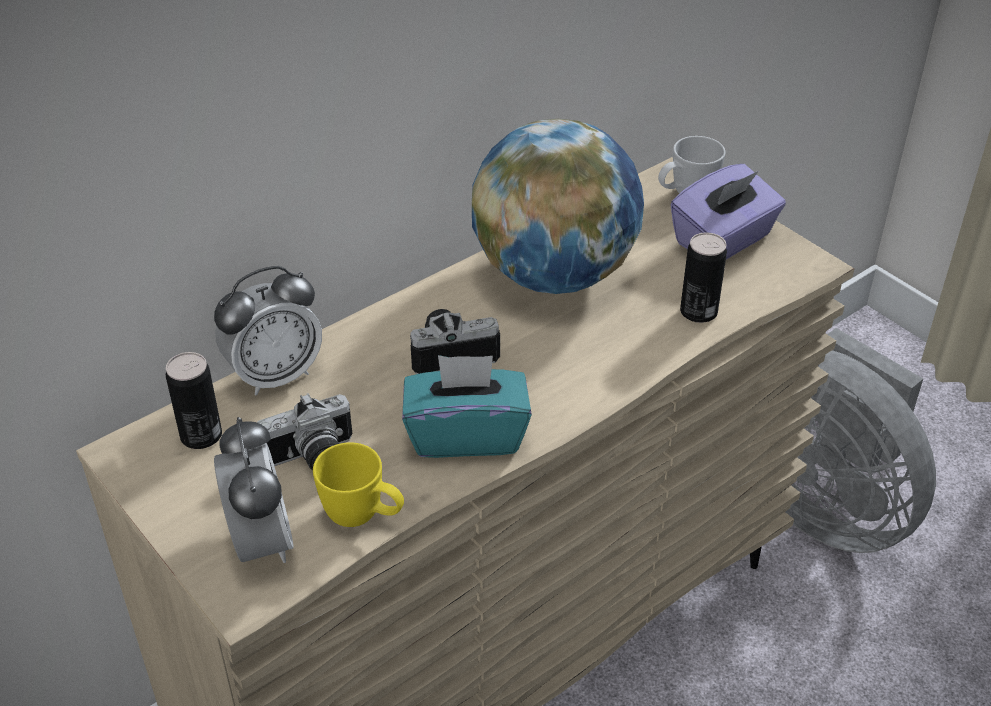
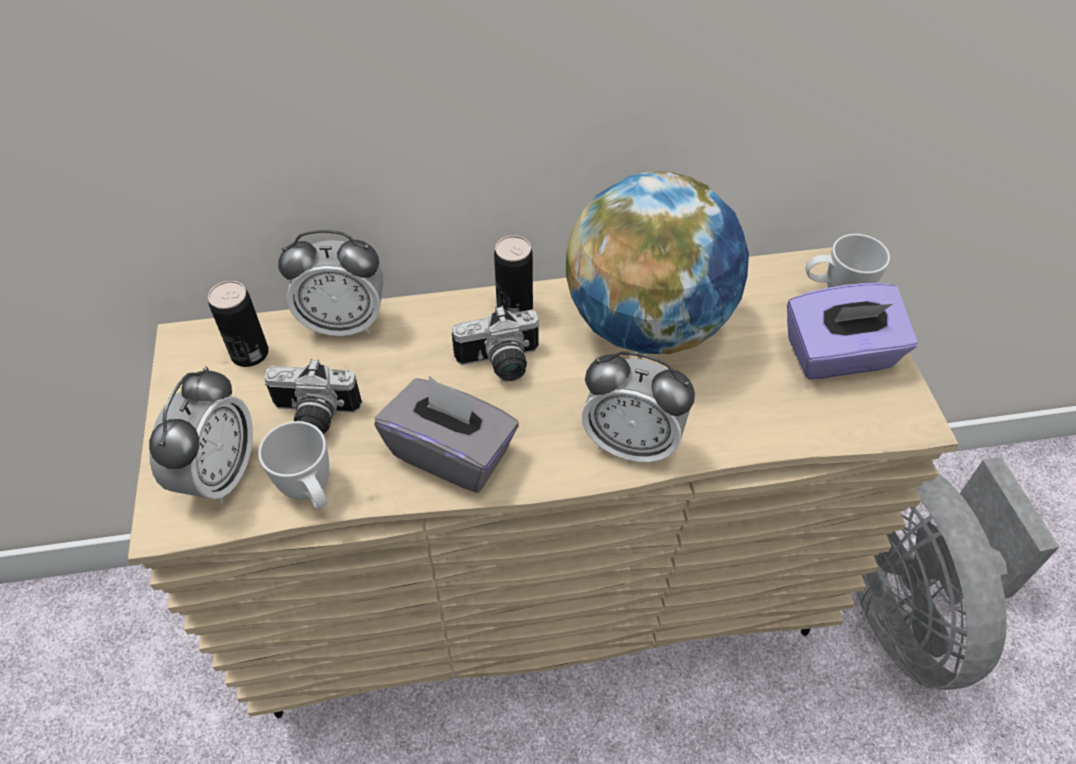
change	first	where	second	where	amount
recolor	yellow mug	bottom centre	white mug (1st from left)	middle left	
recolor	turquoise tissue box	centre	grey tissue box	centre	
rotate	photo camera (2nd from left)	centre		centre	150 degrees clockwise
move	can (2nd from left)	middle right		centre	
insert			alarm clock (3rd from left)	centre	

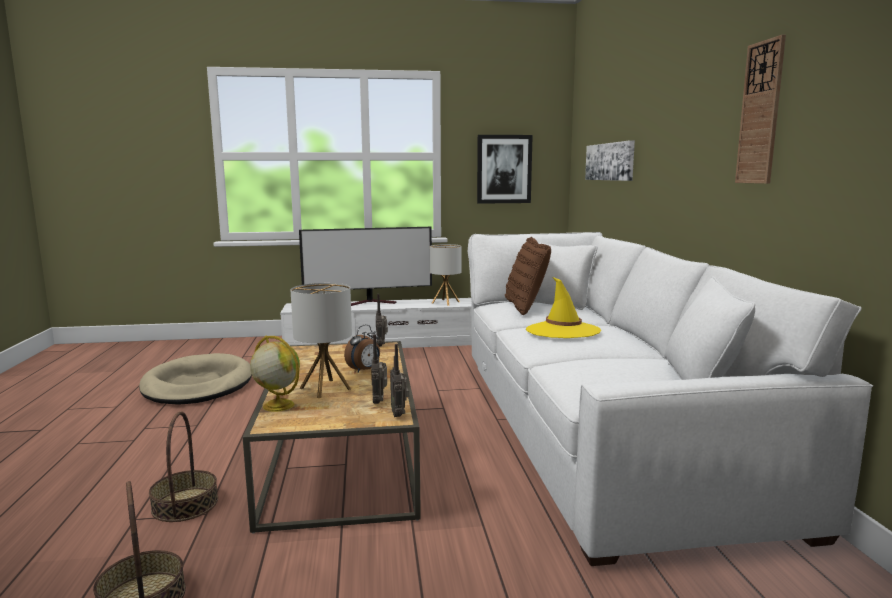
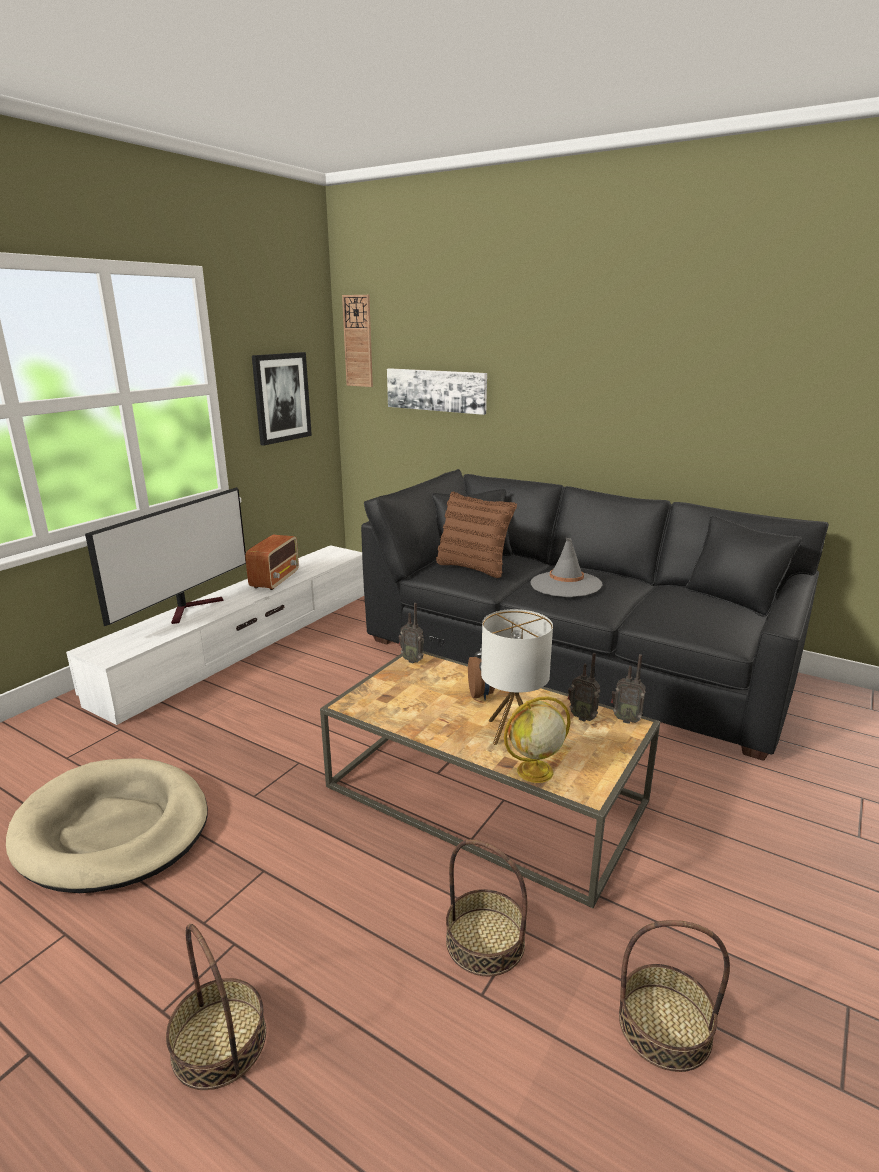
change	first	where	second	where	amount
insert			basket (1st from left)	bottom left	
replace	table lamp (2nd from left)	centre	radio (1st from left)	middle left	
move	wall clock	top right		top centre	
recolor	white sofa	bottom right	black sofa	middle right	
recolor	yellow hat	centre	grey hat	centre	

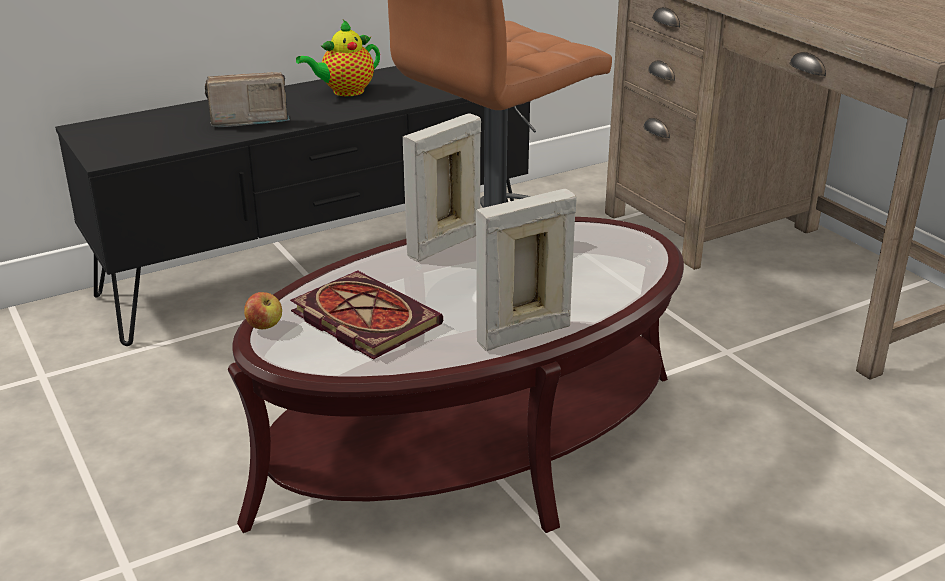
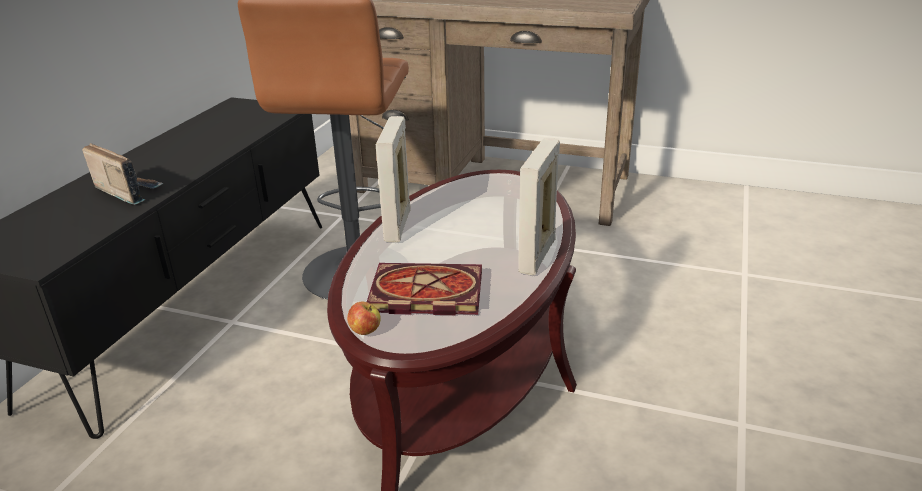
change	first	where	second	where	amount
rotate	radio	top left		middle left	90 degrees clockwise
delete	teapot	top centre			

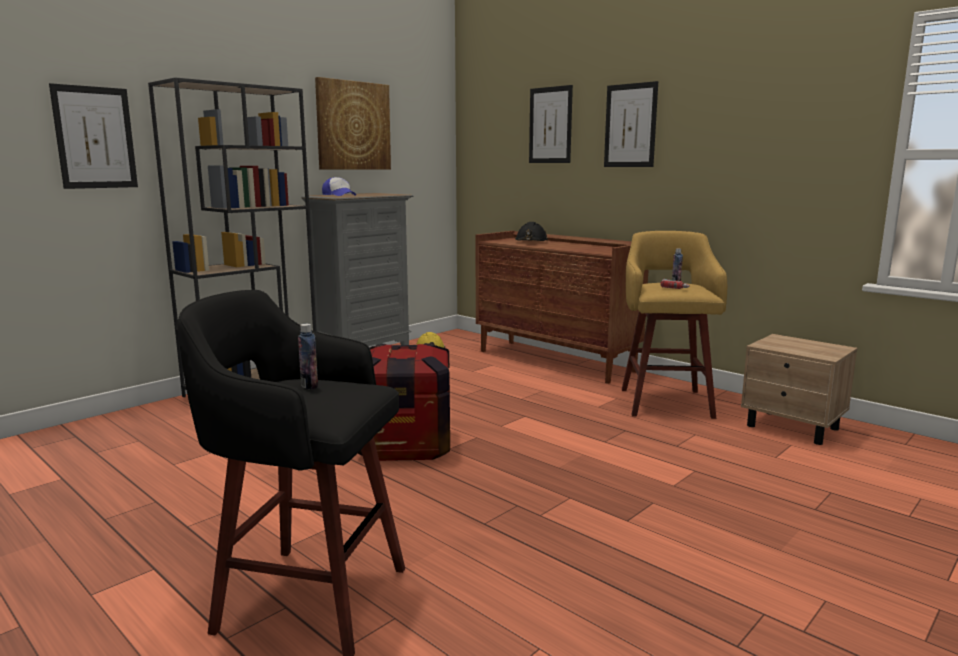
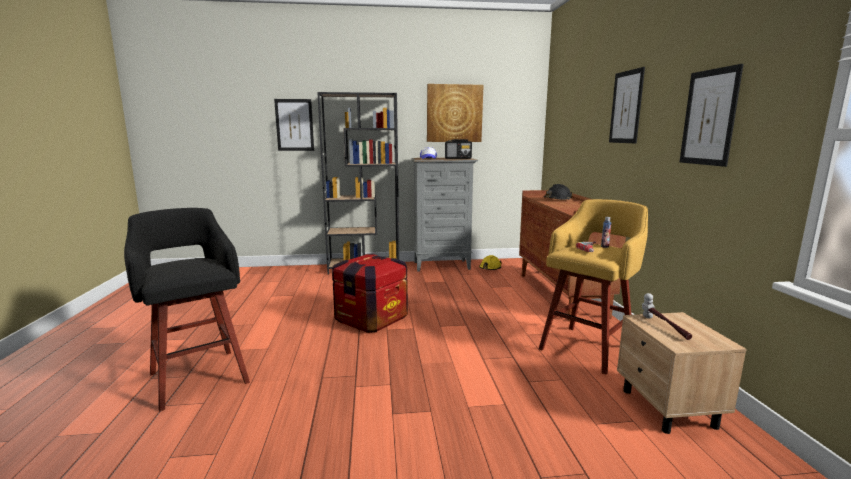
change	first	where	second	where	amount
insert			radio	top centre	
insert			hammer	middle right	
move	picture (3rd from left in the first image)	top centre	picture (4th from left)	top right	
delete	bottle (1st from left)	middle left			

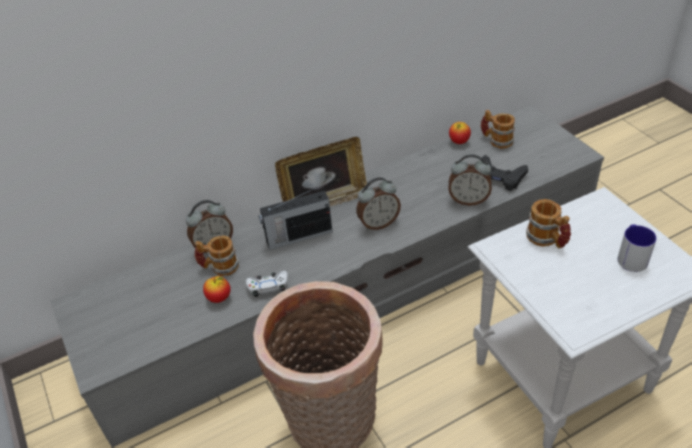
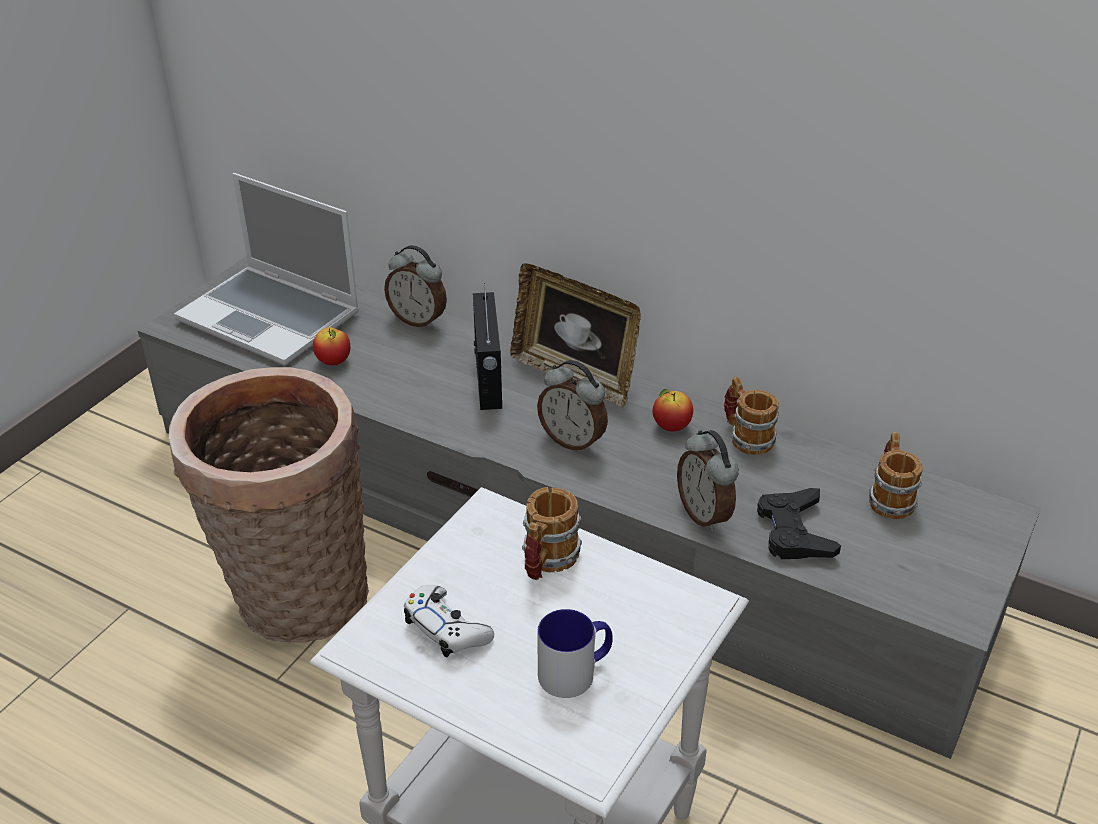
change	first	where	second	where	amount
insert			laptop	top left	
move	white game controller	centre		bottom centre	
rotate	radio	centre		centre	135 degrees counterclockwise
move	apple (2nd from left)	top centre		centre	
move	mug (1st from left in the first image)	middle left	mug (3rd from left)	middle right	

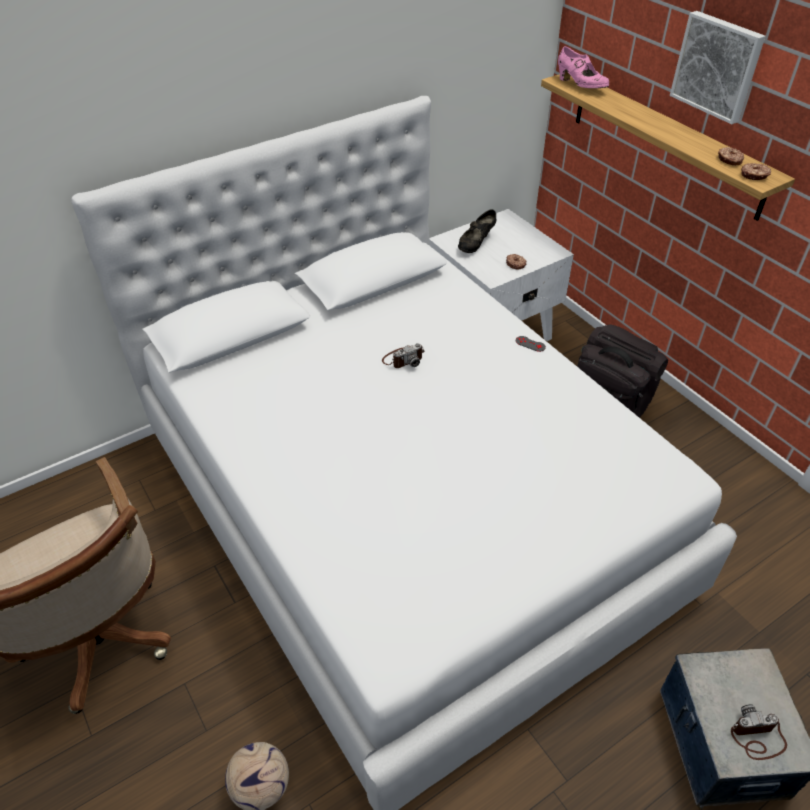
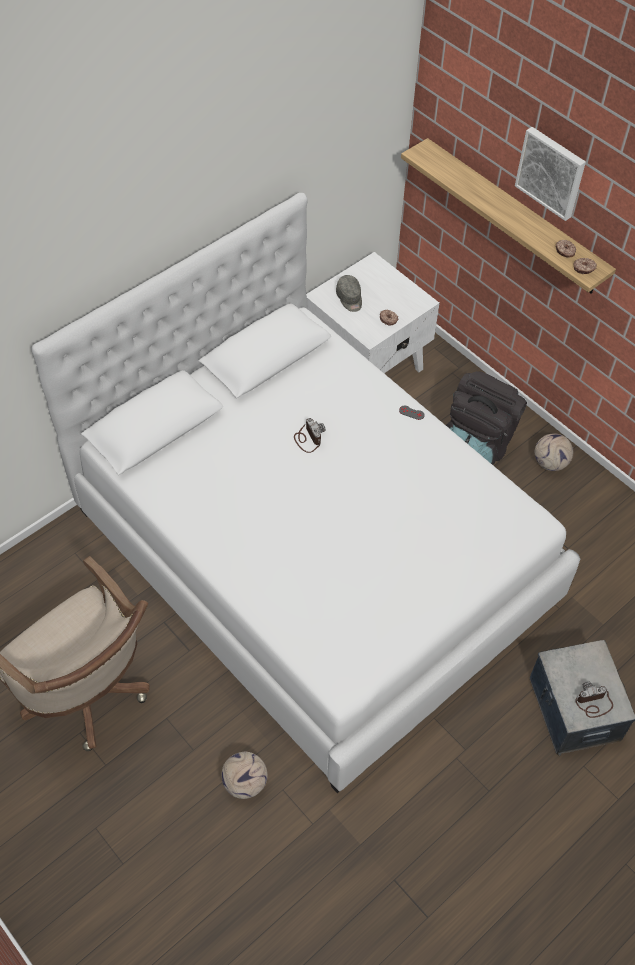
change	first	where	second	where	amount
rotate	photo camera (1st from left)	centre		centre	75 degrees counterclockwise
replace	black shoe	top centre	grey cap	top centre	
insert			football (2nd from left)	middle right	
delete	pink shoe	top right			

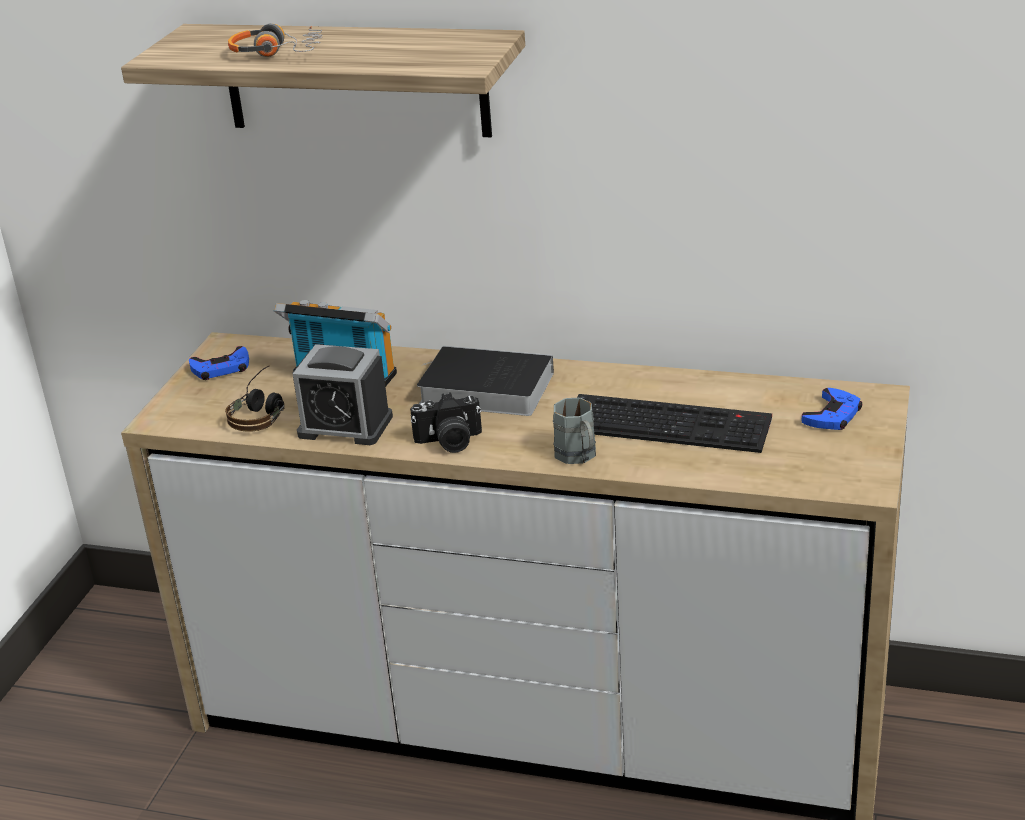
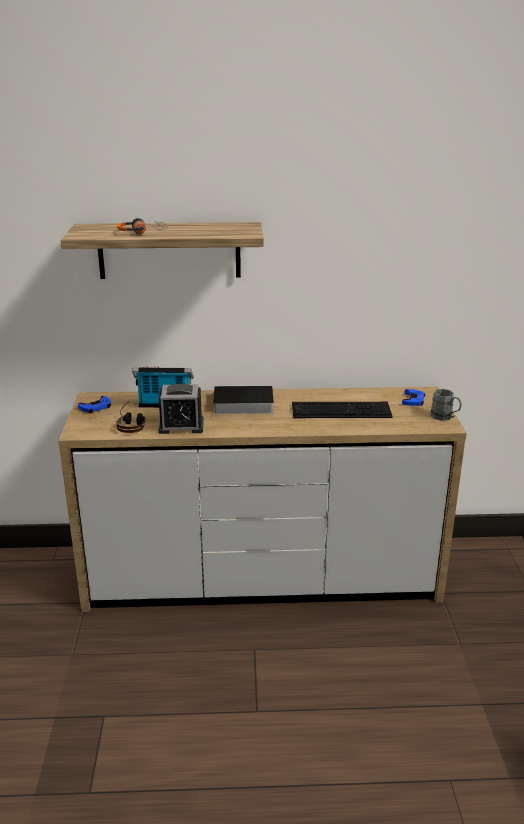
change	first	where	second	where	amount
move	grey mug	centre		middle right	
delete	photo camera	centre			

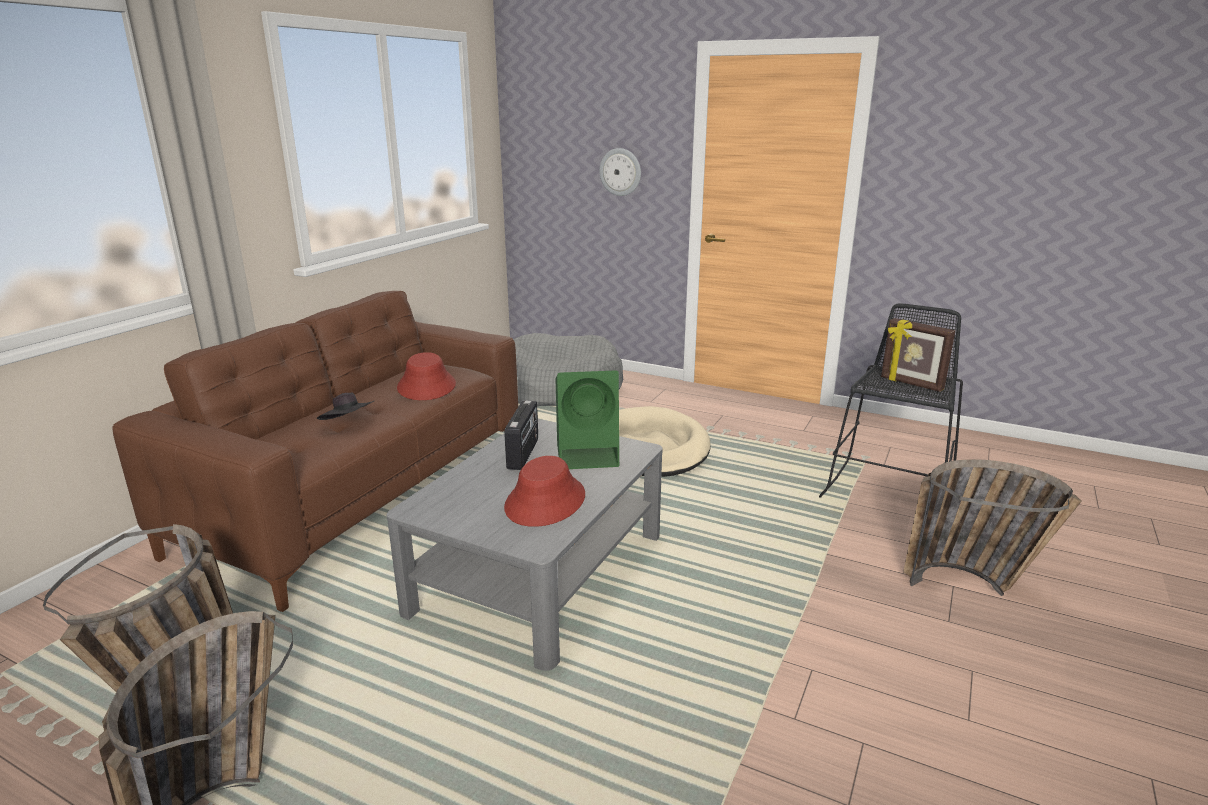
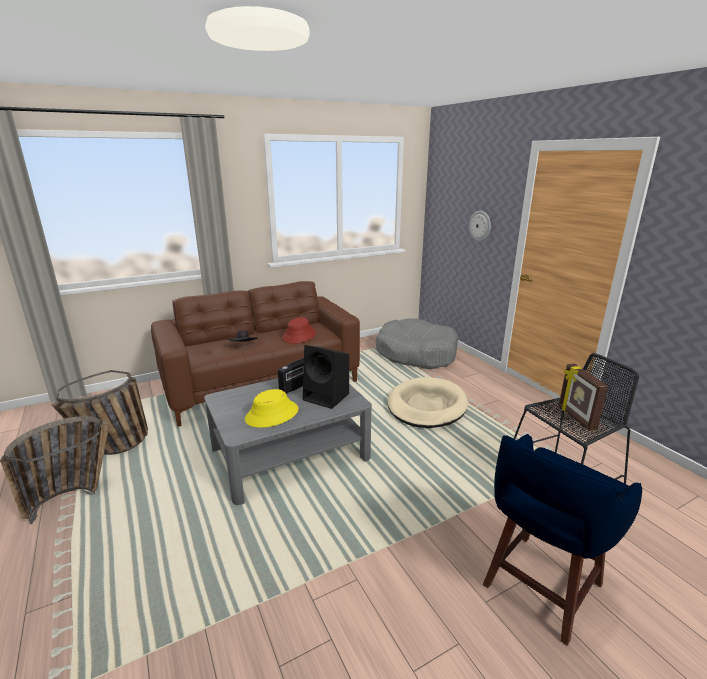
change	first	where	second	where	amount
recolor	red hat (2nd from left)	centre	yellow hat	centre	
recolor	green speaker	centre	black speaker	centre	
replace	basket (3rd from left)	middle right	blue stool	bottom right	

